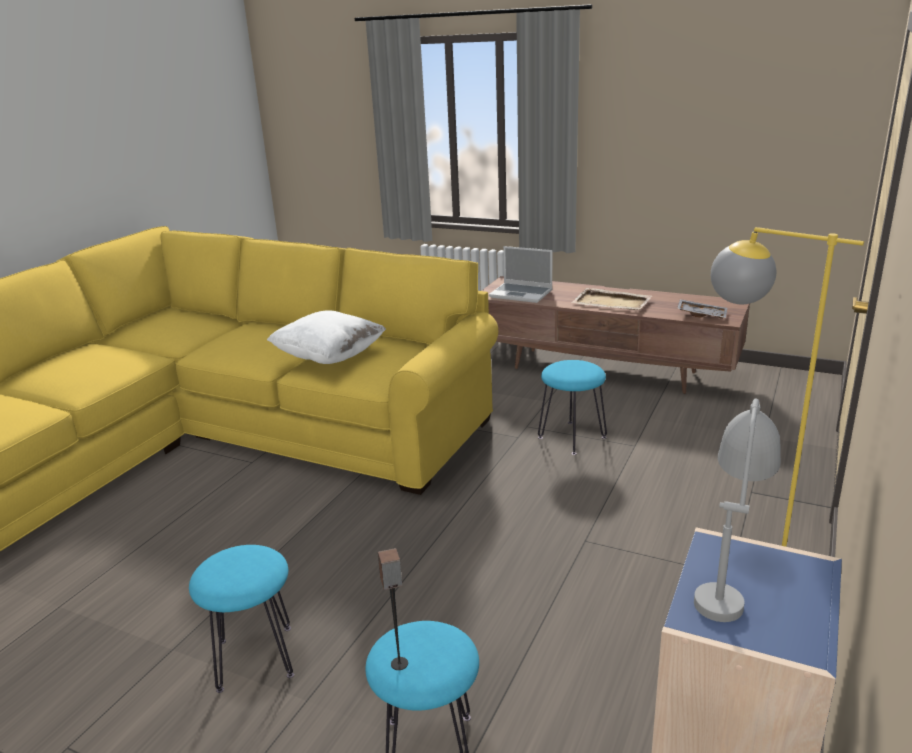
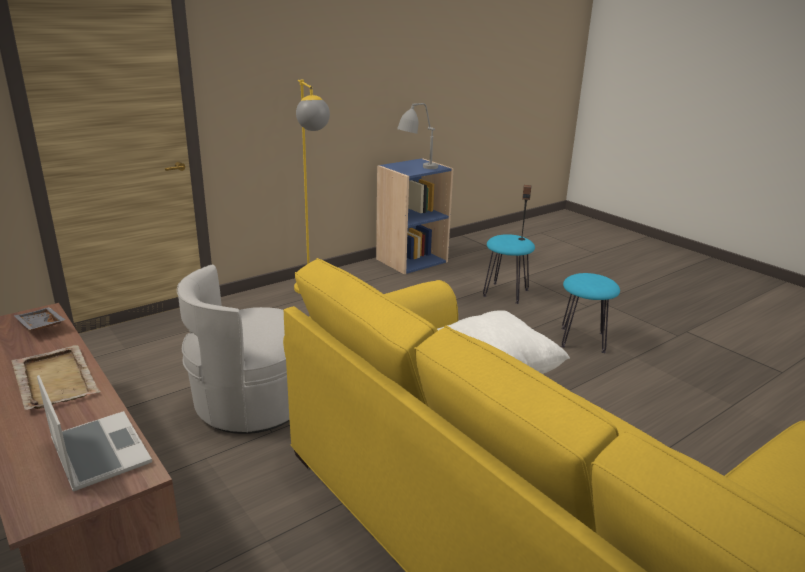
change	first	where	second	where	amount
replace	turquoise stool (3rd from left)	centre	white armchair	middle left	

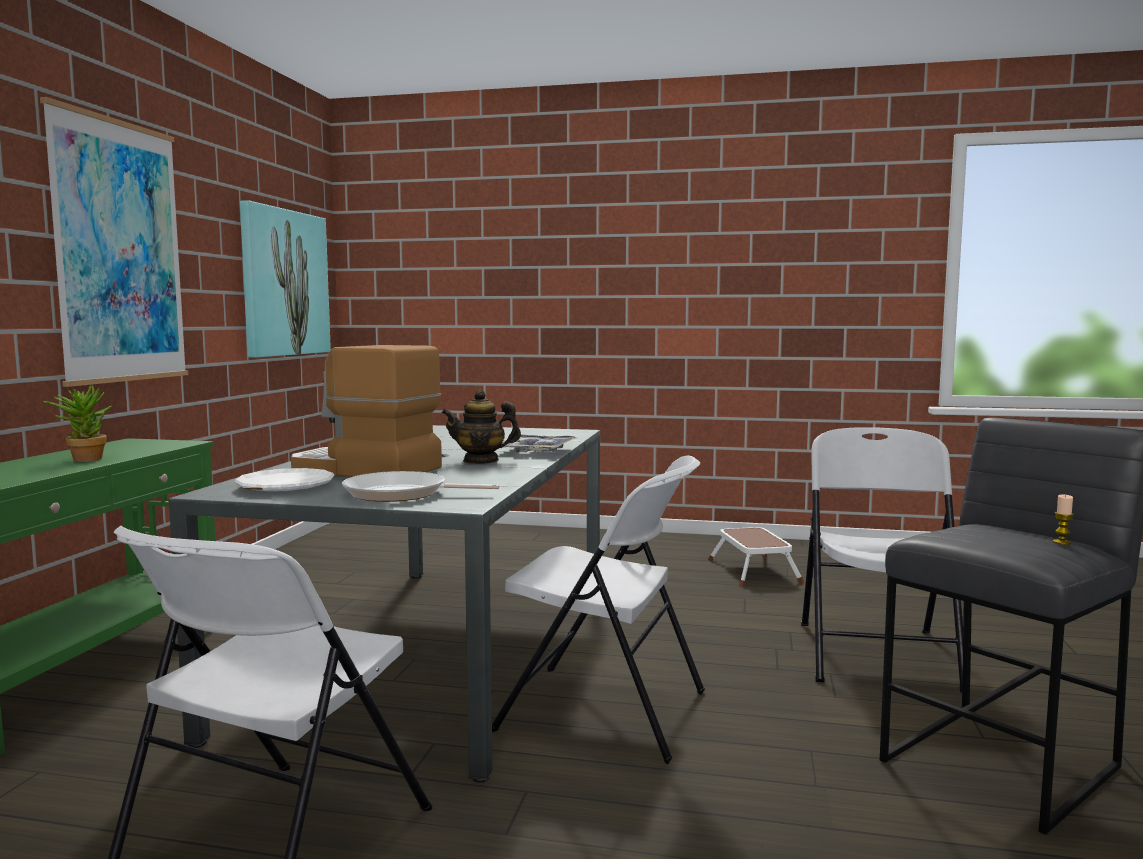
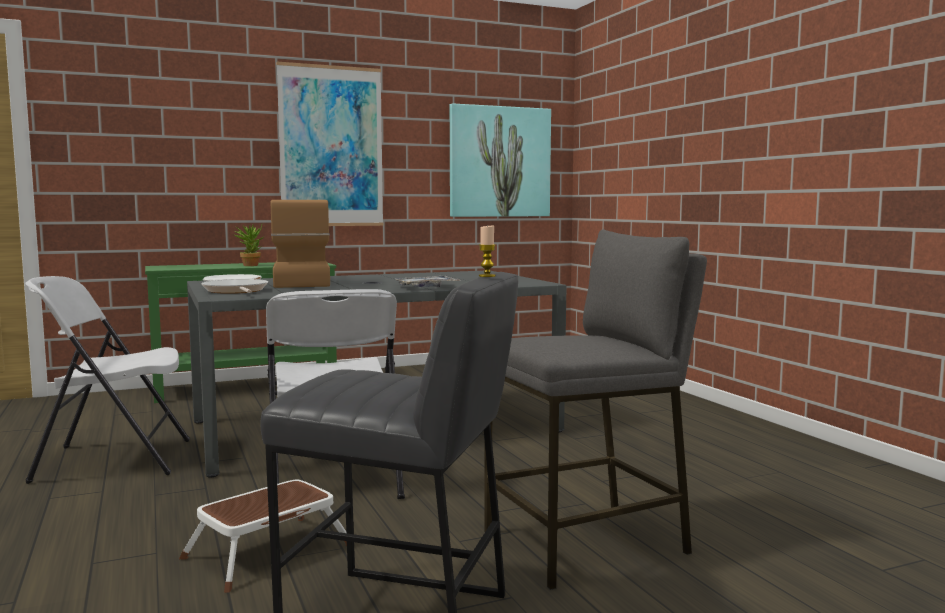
change	first	where	second	where	amount
move	brown step ladder	centre		bottom left	
move	candle	middle right		centre	
replace	white chair (3rd from left)	middle right	grey stool (2nd from left)	bottom centre	
delete	teapot	centre			

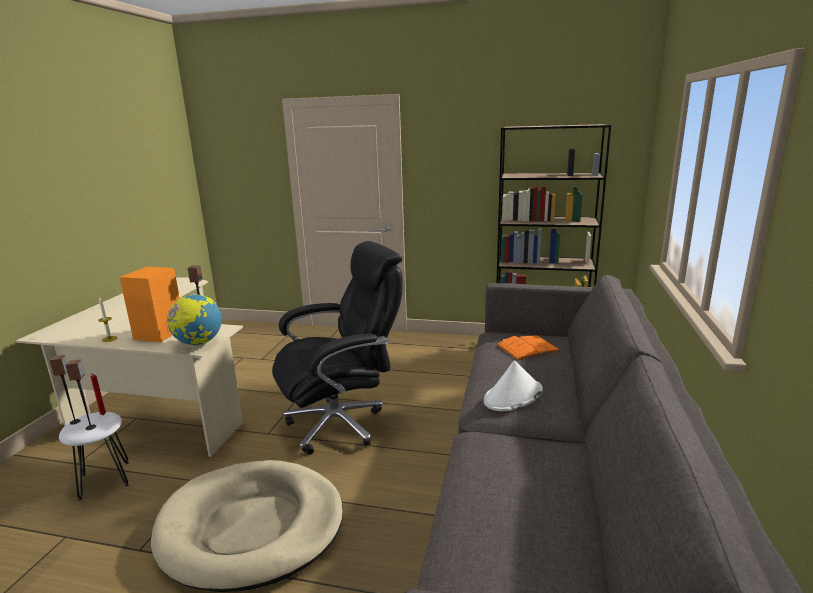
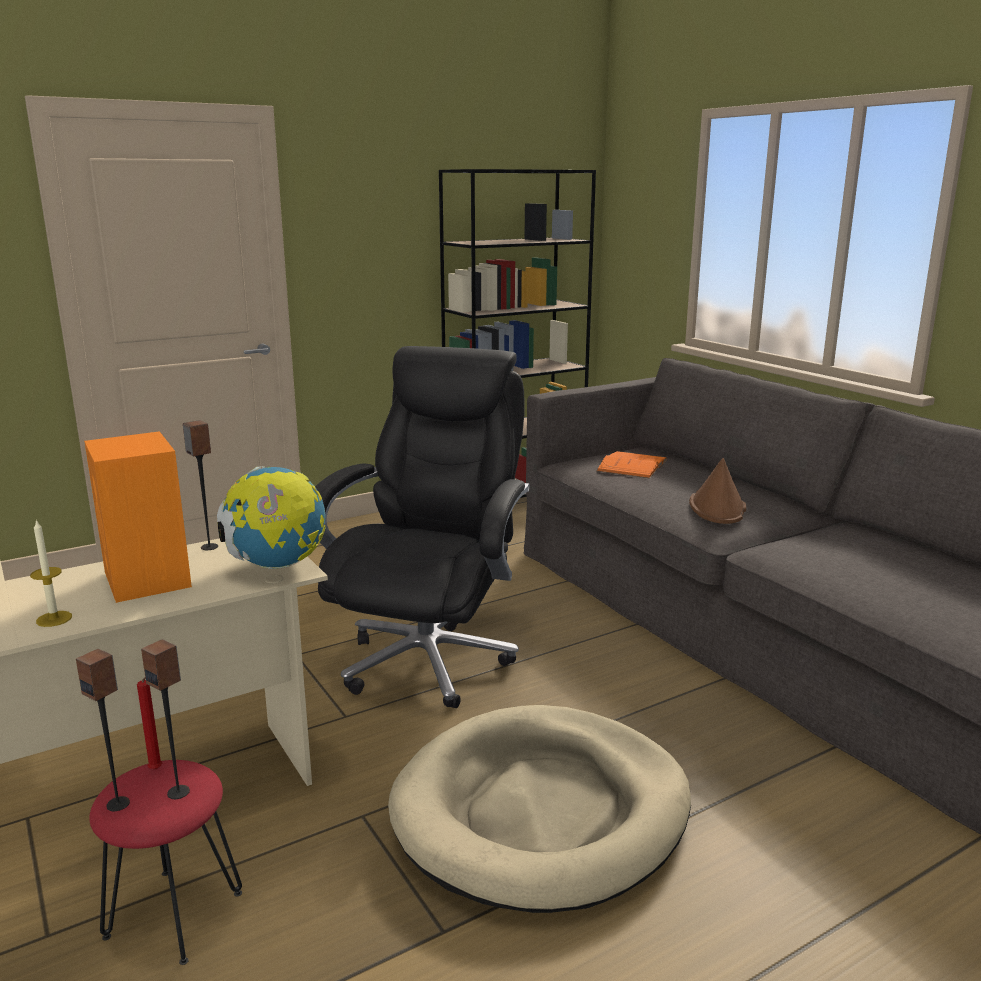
change	first	where	second	where	amount
recolor	white stool	bottom left	red stool	bottom left	
recolor	white hat	centre	brown hat	middle right	

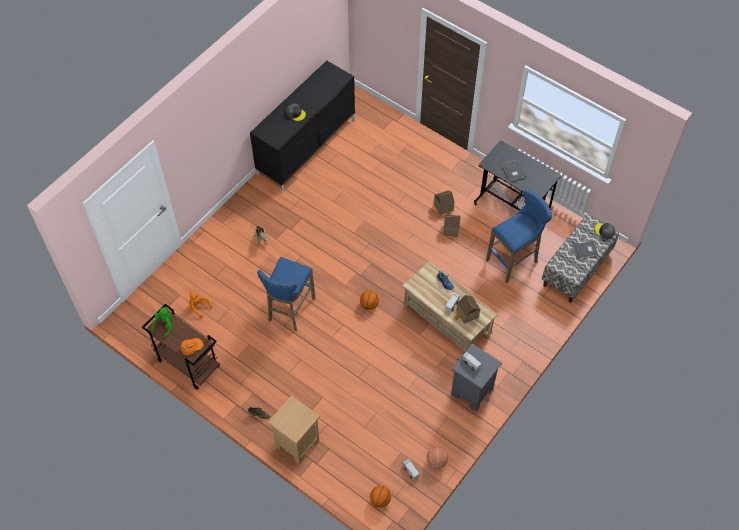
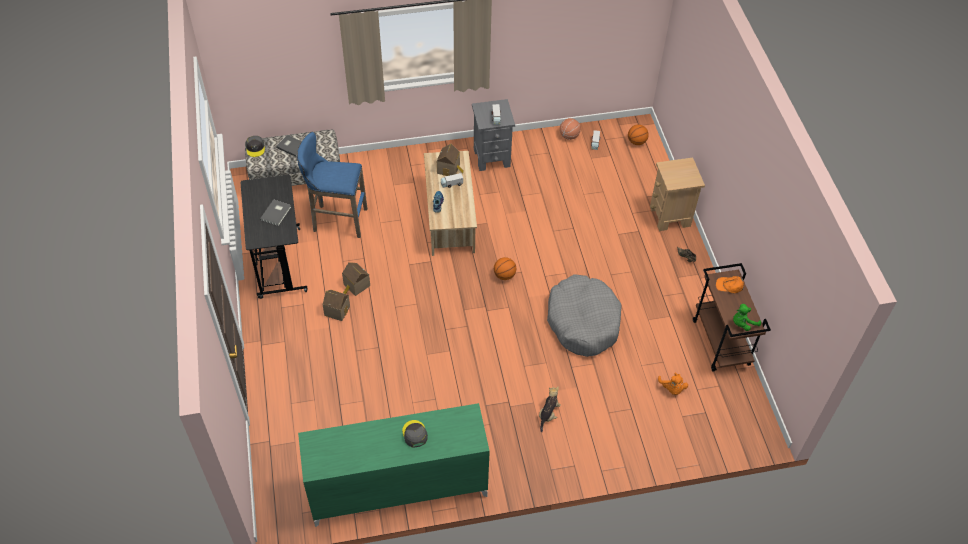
change	first	where	second	where	amount
recolor	black dresser	top centre	green dresser	bottom centre	
replace	blue stool (1st from left)	centre	grey dog bed	centre	

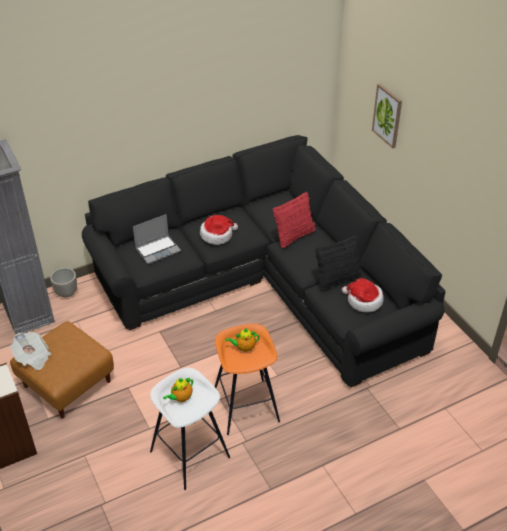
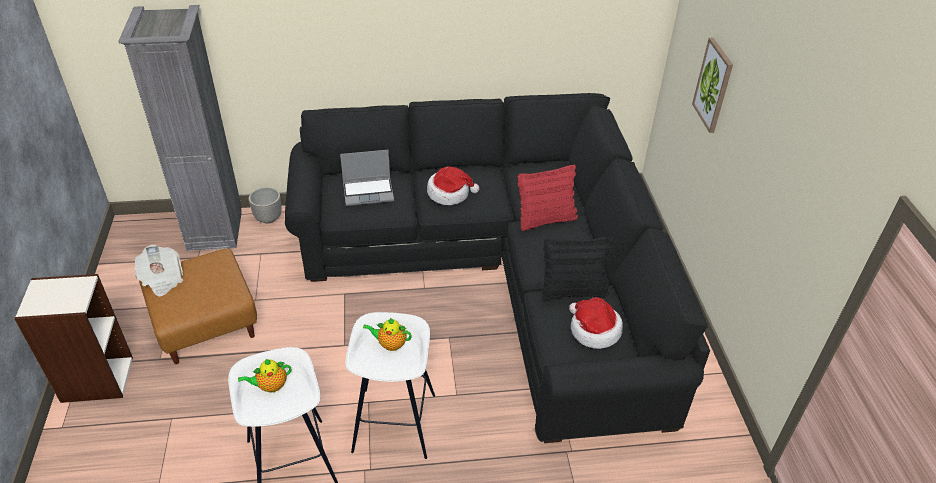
change	first	where	second	where	amount
recolor	orange stool	bottom centre	white stool (2nd from left)	bottom centre	

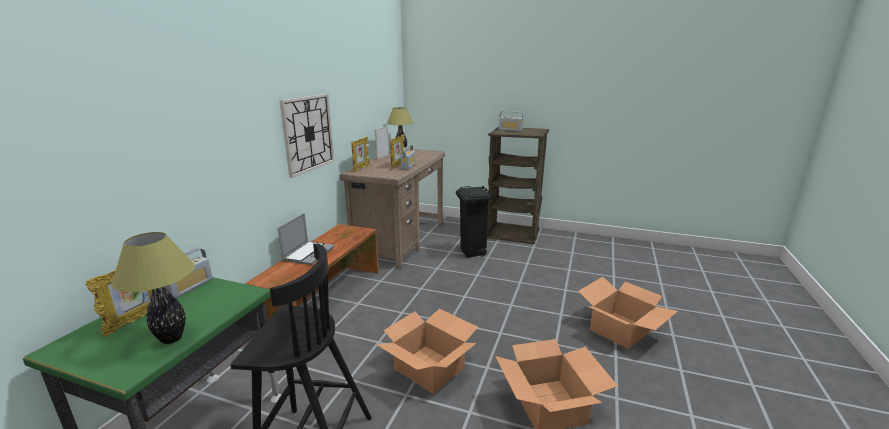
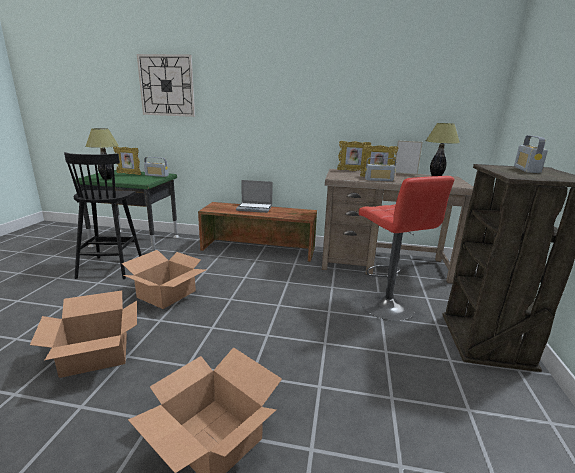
change	first	where	second	where	amount
move	wall clock	top centre		top left	
replace	black trash can	centre	red stool	middle right	

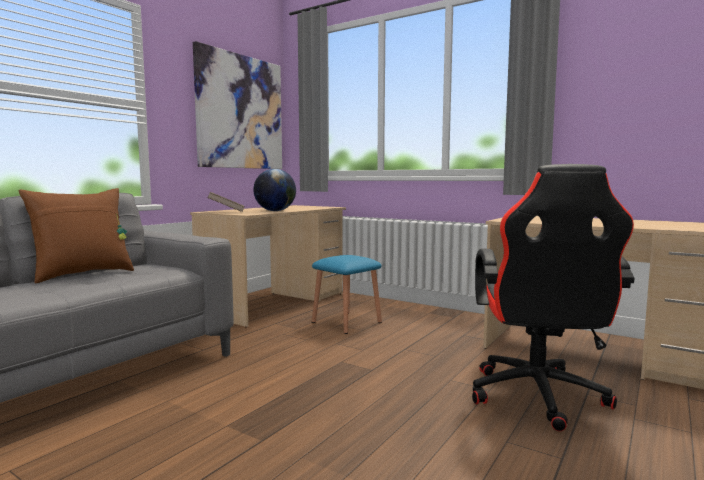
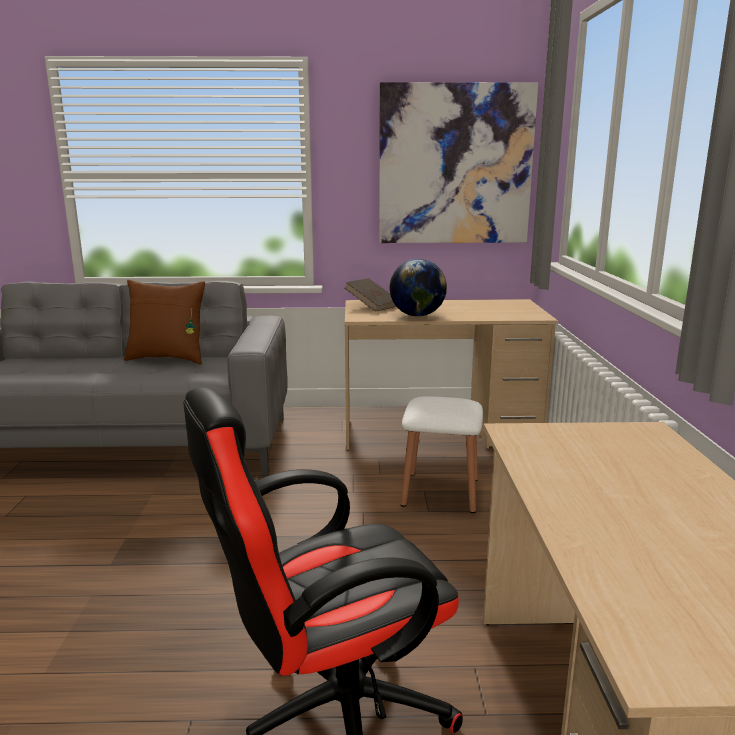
change	first	where	second	where	amount
recolor	blue stool	centre	white stool	centre	

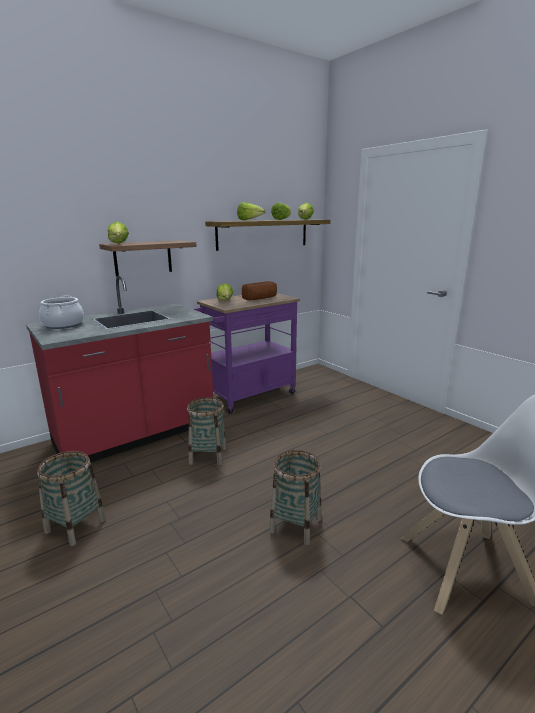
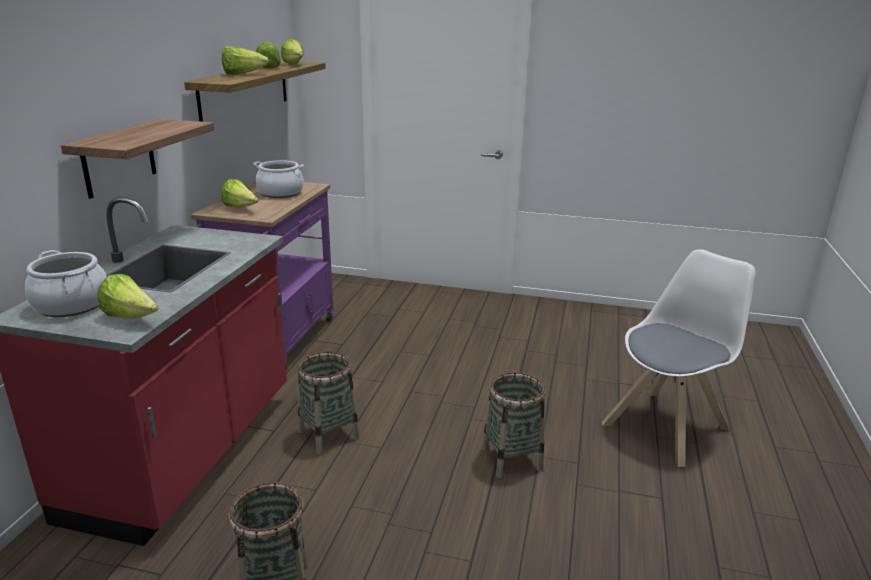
change	first	where	second	where	amount
move	lettuce (1st from left)	top left		middle left	
replace	bread	centre	cooking pot (2nd from left)	top left	

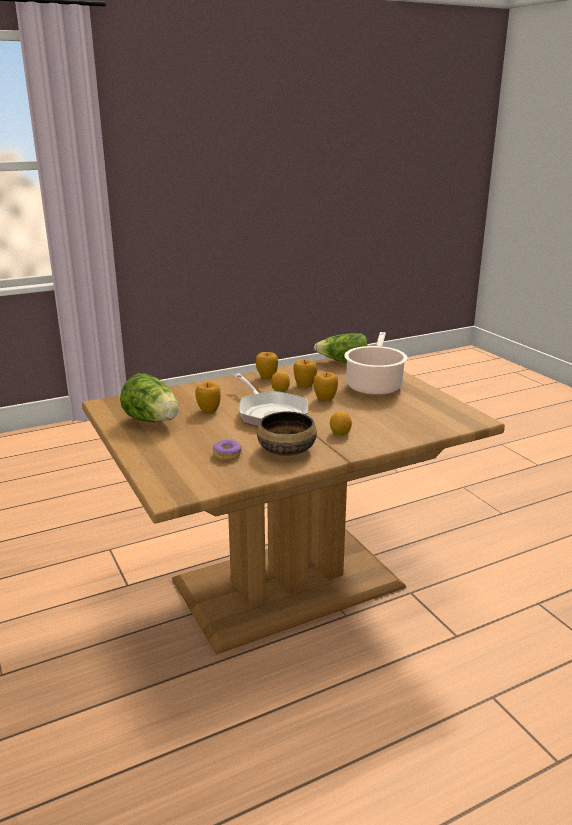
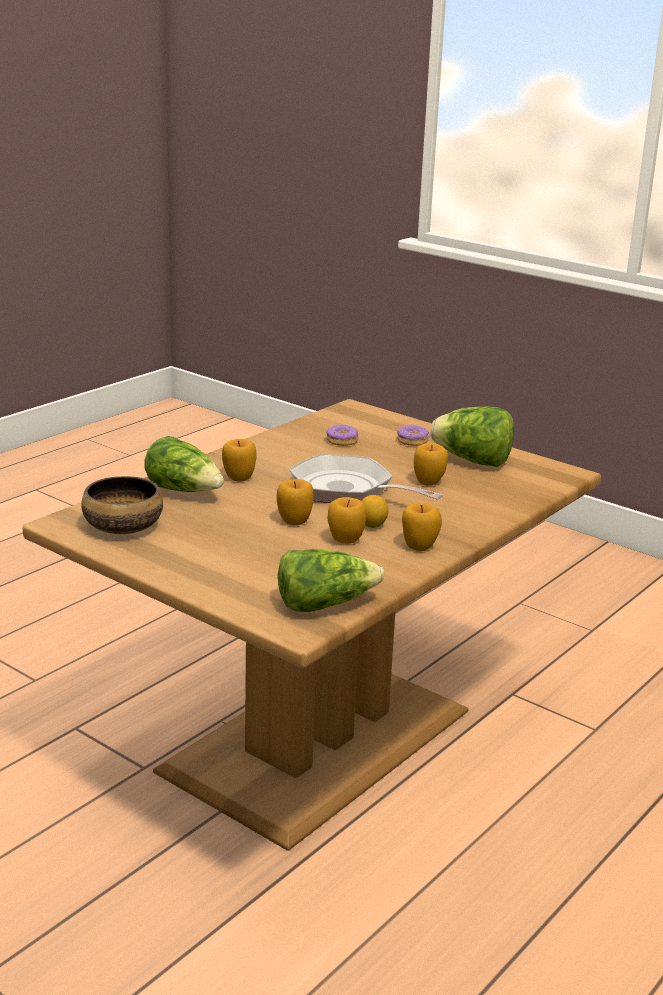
change	first	where	second	where	amount
move	bowl	centre		middle left	
insert			lettuce (1st from left)	middle left	
replace	lemon (2nd from left)	centre	apple (1st from left)	centre	
insert			donut (2nd from left)	centre	
delete	cooking pot	centre			

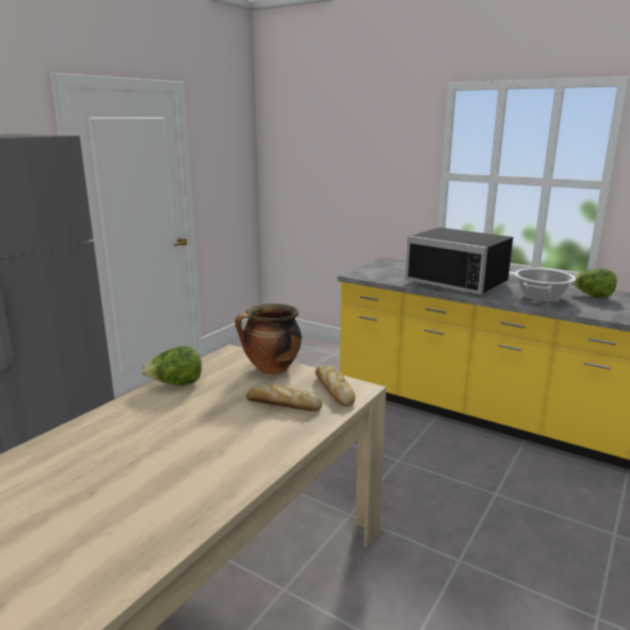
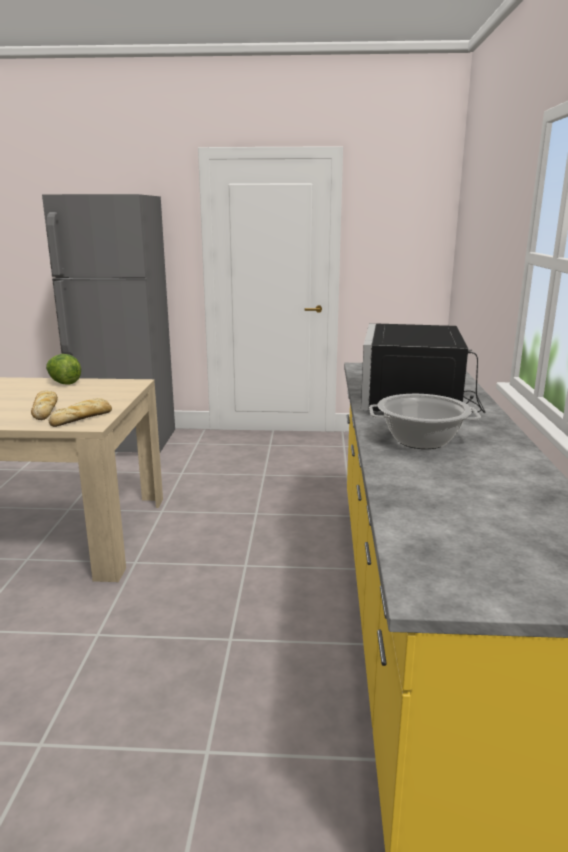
change	first	where	second	where	amount
delete	cooking pot (1st from left)	centre			
delete	lettuce (2nd from left)	middle right			

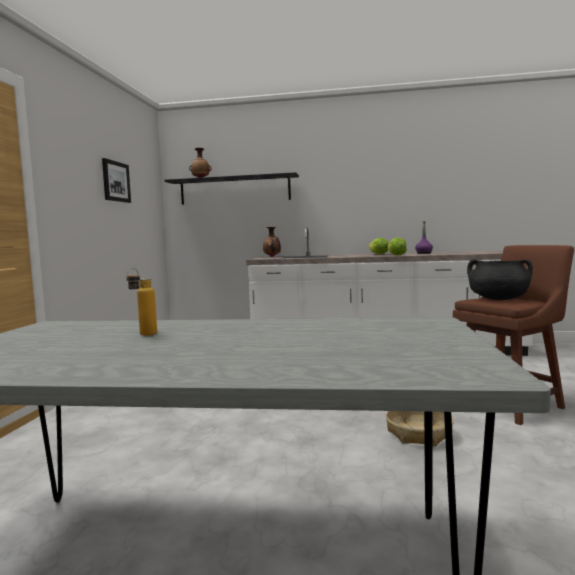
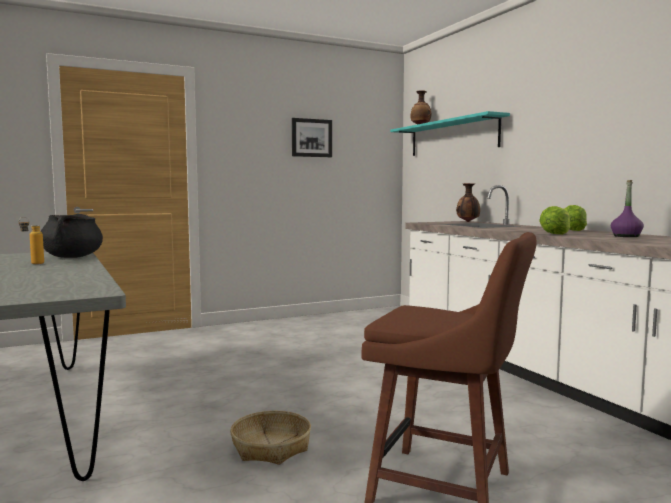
change	first	where	second	where	amount
move	black cooking pot	middle right		middle left	
recolor	black shelf	top centre	turquoise shelf	top right	

